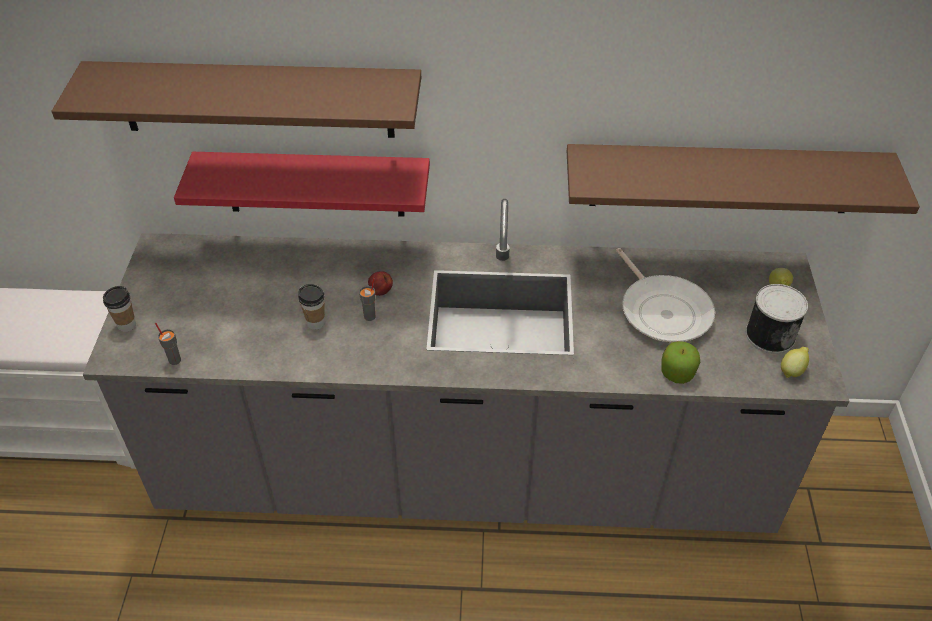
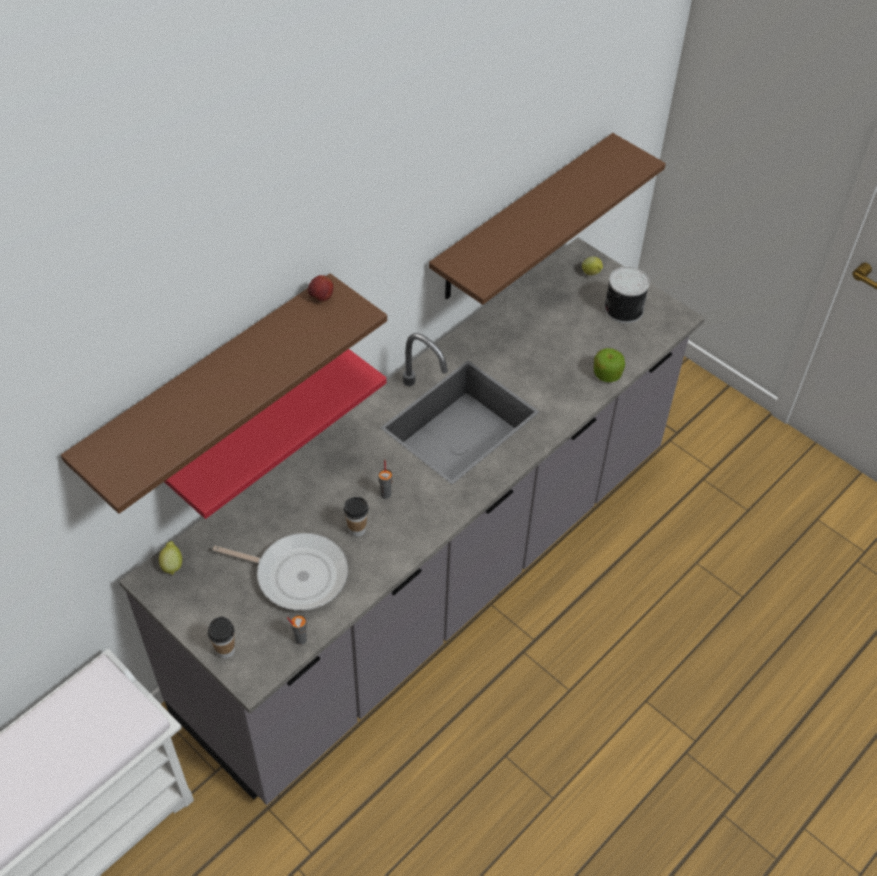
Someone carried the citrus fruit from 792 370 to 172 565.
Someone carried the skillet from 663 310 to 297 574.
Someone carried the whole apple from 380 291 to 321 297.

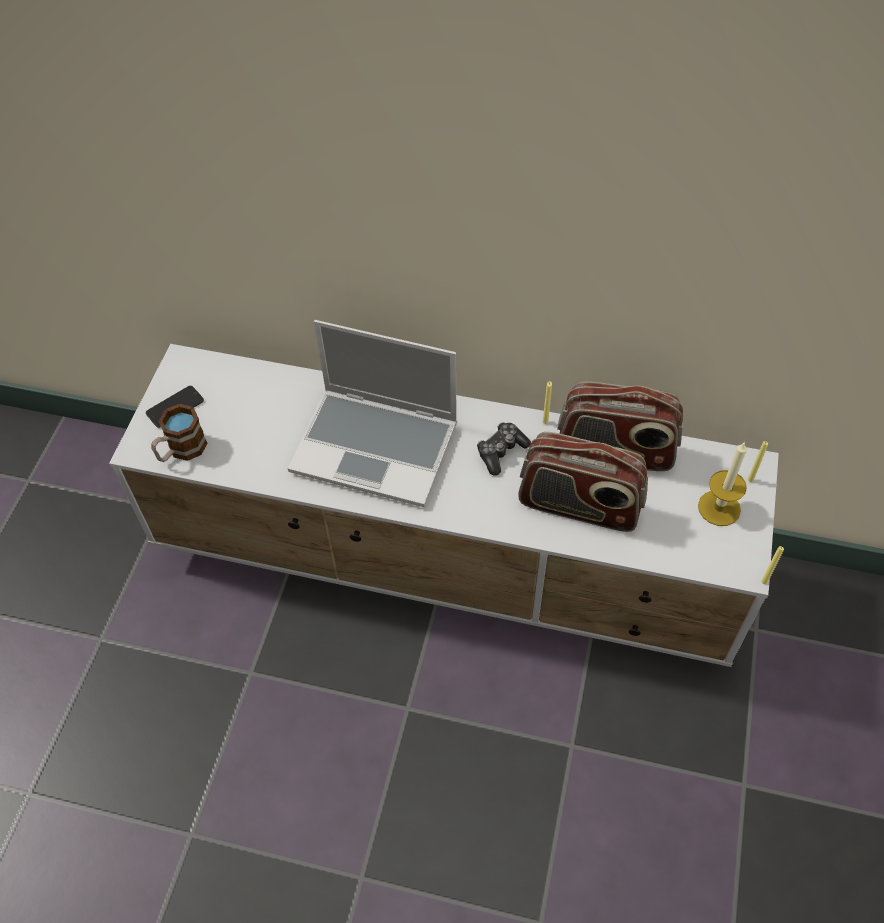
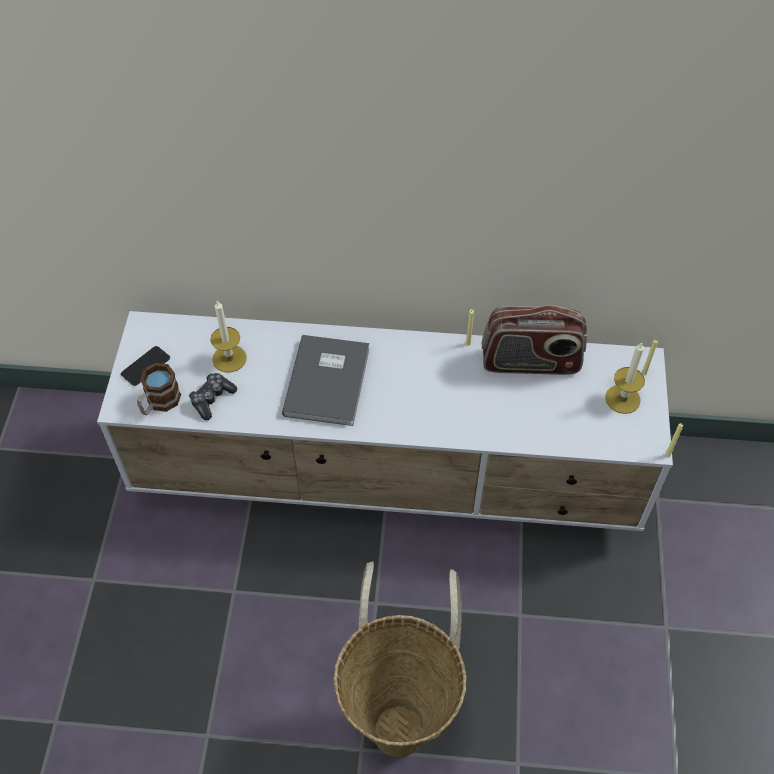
Someone carried the joypad from 501 452 to 212 399.
Someone put down the wax light at 229 358.
Someone swapped the notebook computer at 377 447 for the greyish bound book at 330 381.
Someone put down the basket at 400 716.
Someone took away the radio at 579 505.

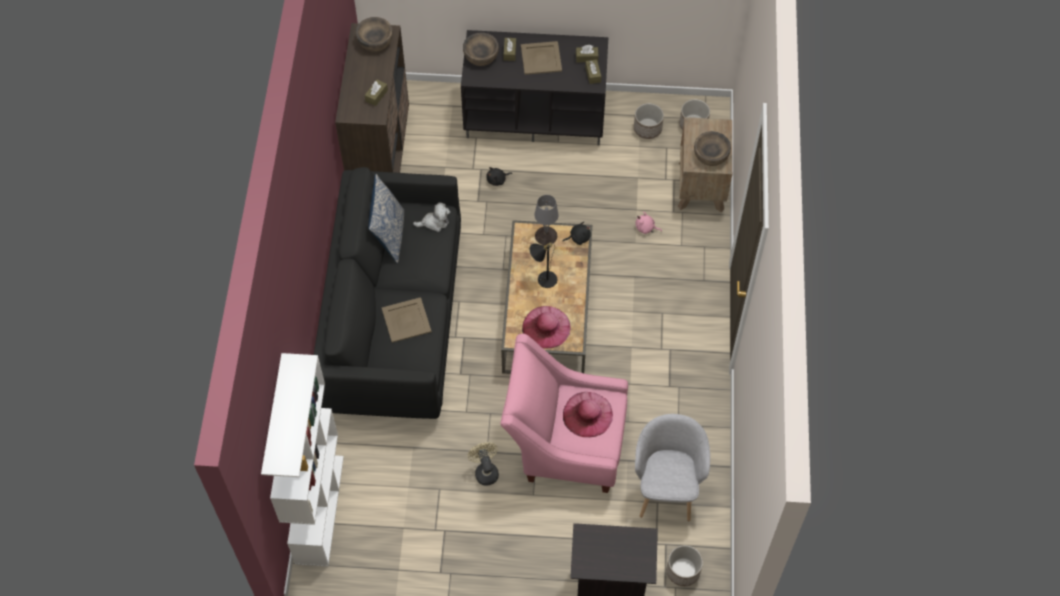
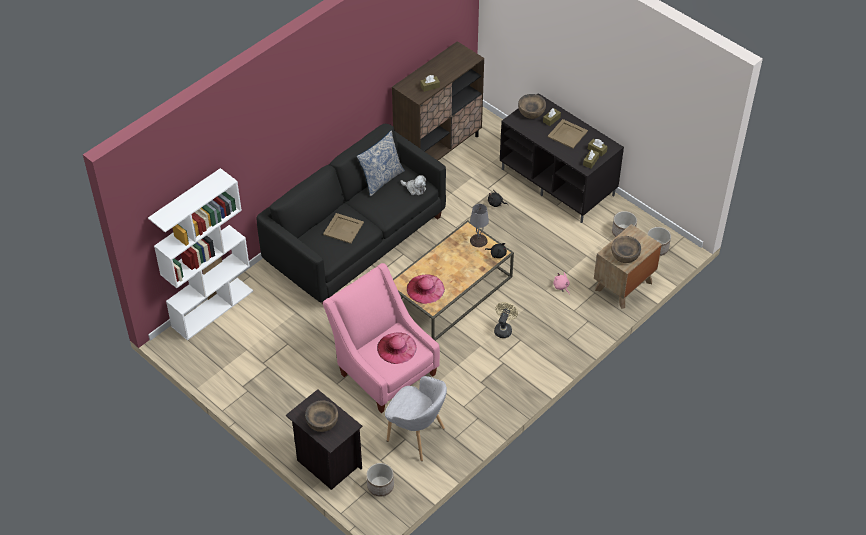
Someone carried the brown-coloured serving bowl from 375 41 to 322 421.
Someone rotated the greyish easy chair at 666 491 by 75 degrees clockwise.
Someone carried the beige-coloured fan from 485 471 to 503 329.
Someone took away the black table lamp at 543 278.

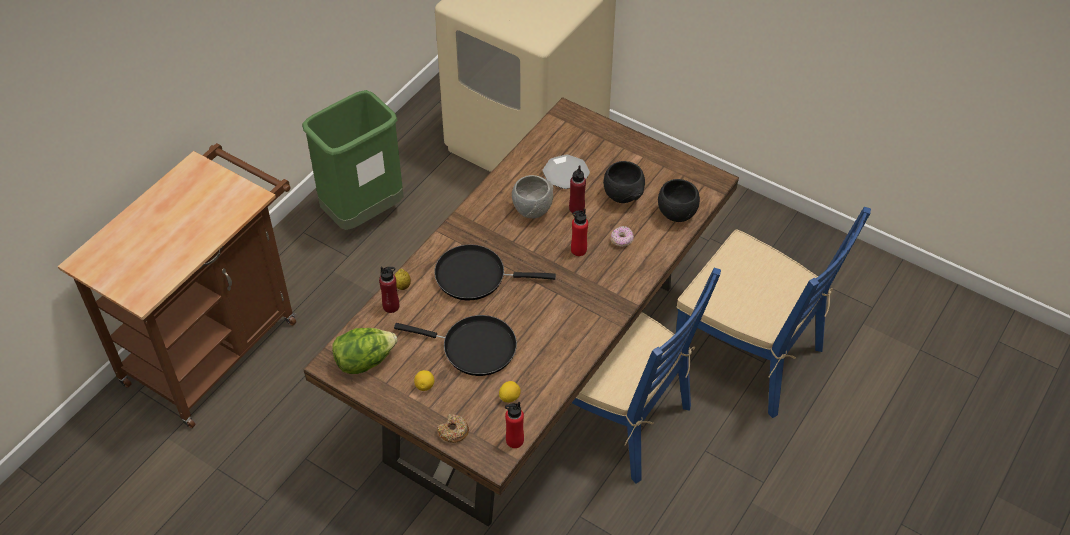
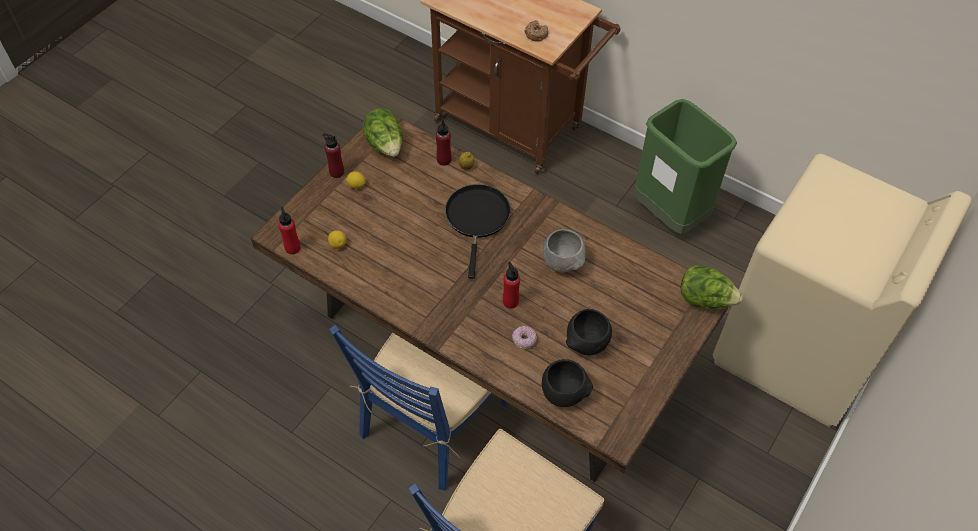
Someone carried the reddish bottle from 576 208 to 336 172.
Someone carried the doughnut from 453 432 to 536 34.
Someone put down the lettuce at 705 300.
Someone took away the black skillet at 474 348.
Someone took away the plate at 566 173.

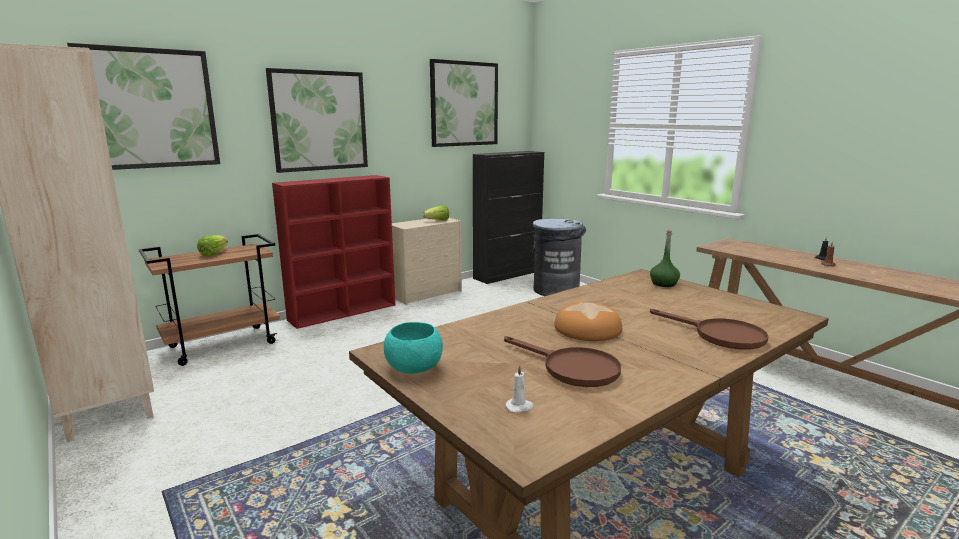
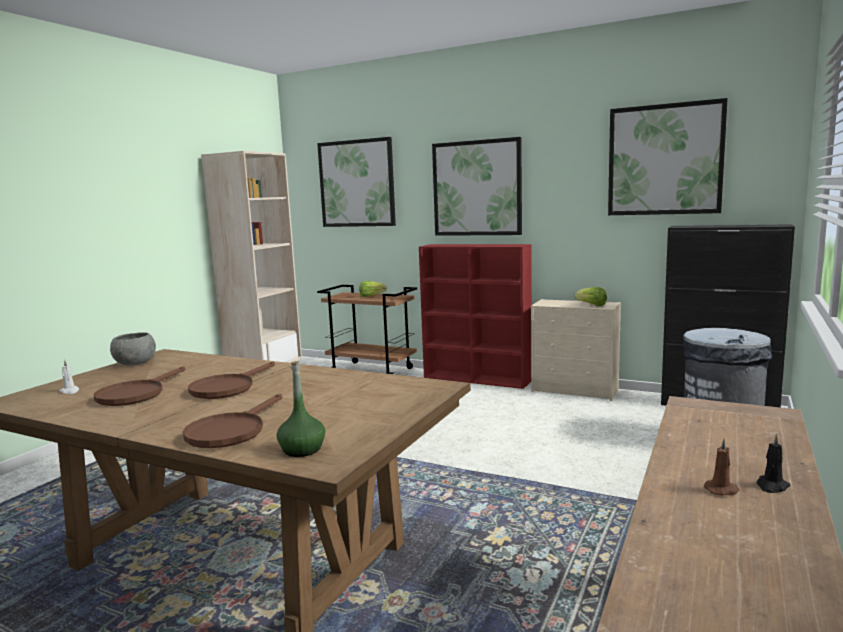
Someone repainted the turquoise-coloured serving bowl at 414 367, which became the greyish serving bowl at 136 363.
Someone swapped the bread at 587 329 for the brown-coloured skillet at 228 387.
Someone carried the greenish bottle from 664 284 to 302 450.

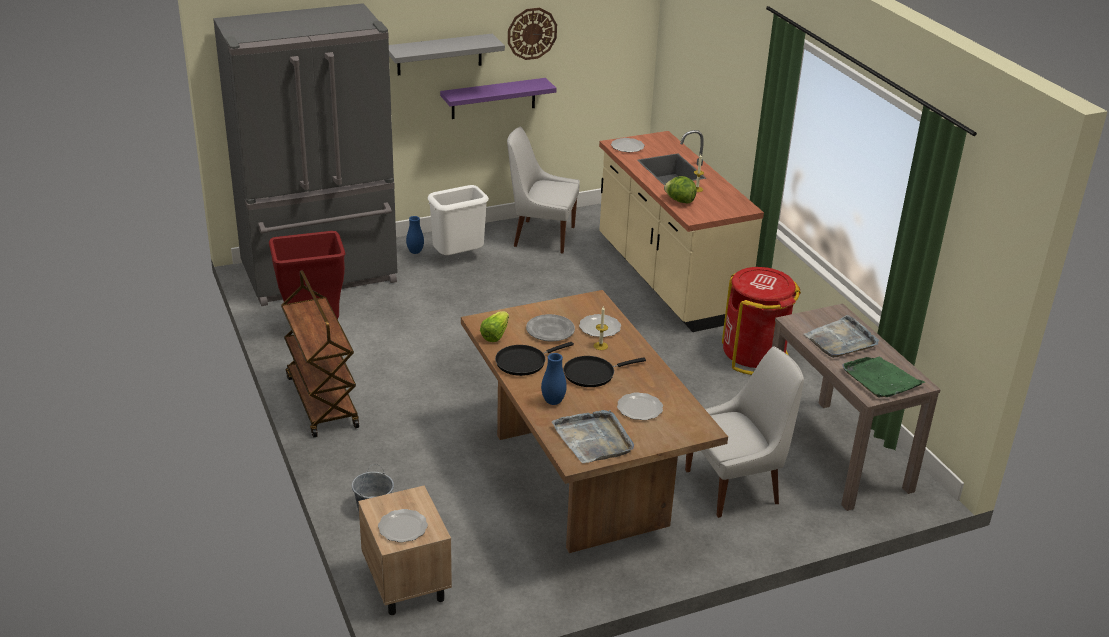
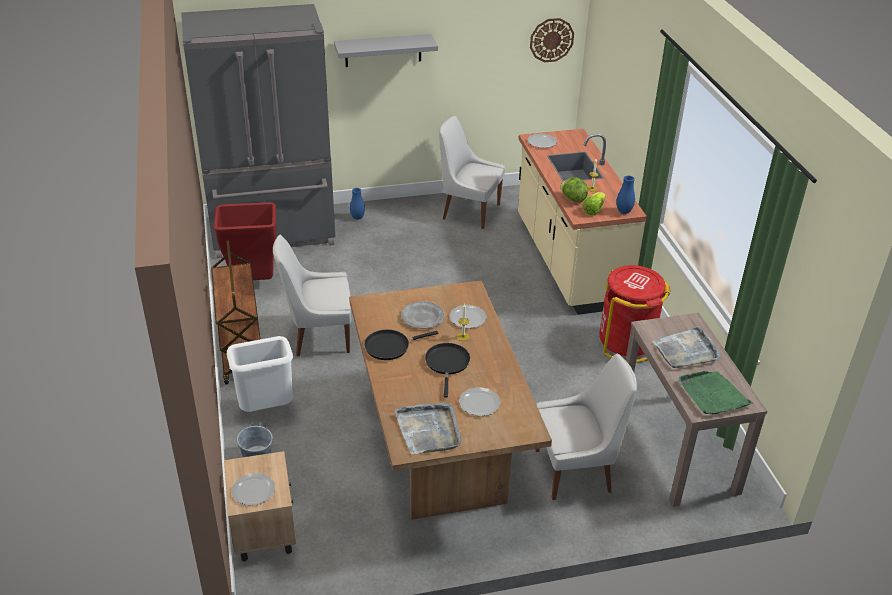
Someone carried the whitish rubbish bin from 458 259 to 266 410.
Someone put down the whitish chair at 318 336.
Someone rotated the black skillet at 592 374 by 105 degrees clockwise.
Someone carried the hanging clock from 532 33 to 551 40.
Someone carried the lettuce from 495 335 to 593 210.
Someone carried the blue decorative vase from 553 402 to 624 212.
Someone took away the purplish wall shelf at 493 98.

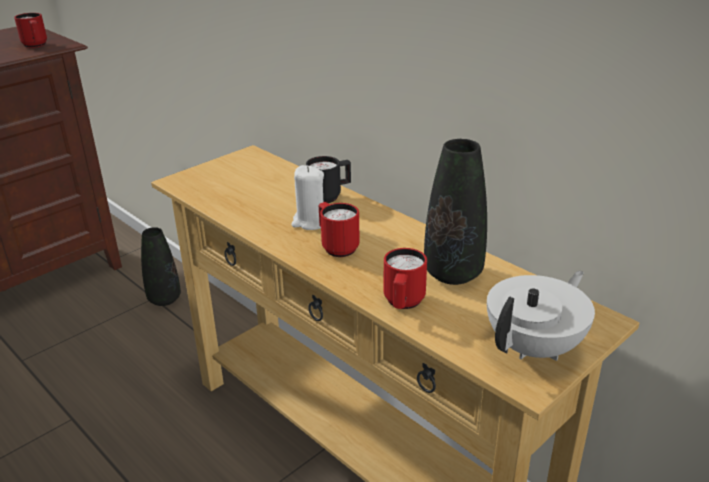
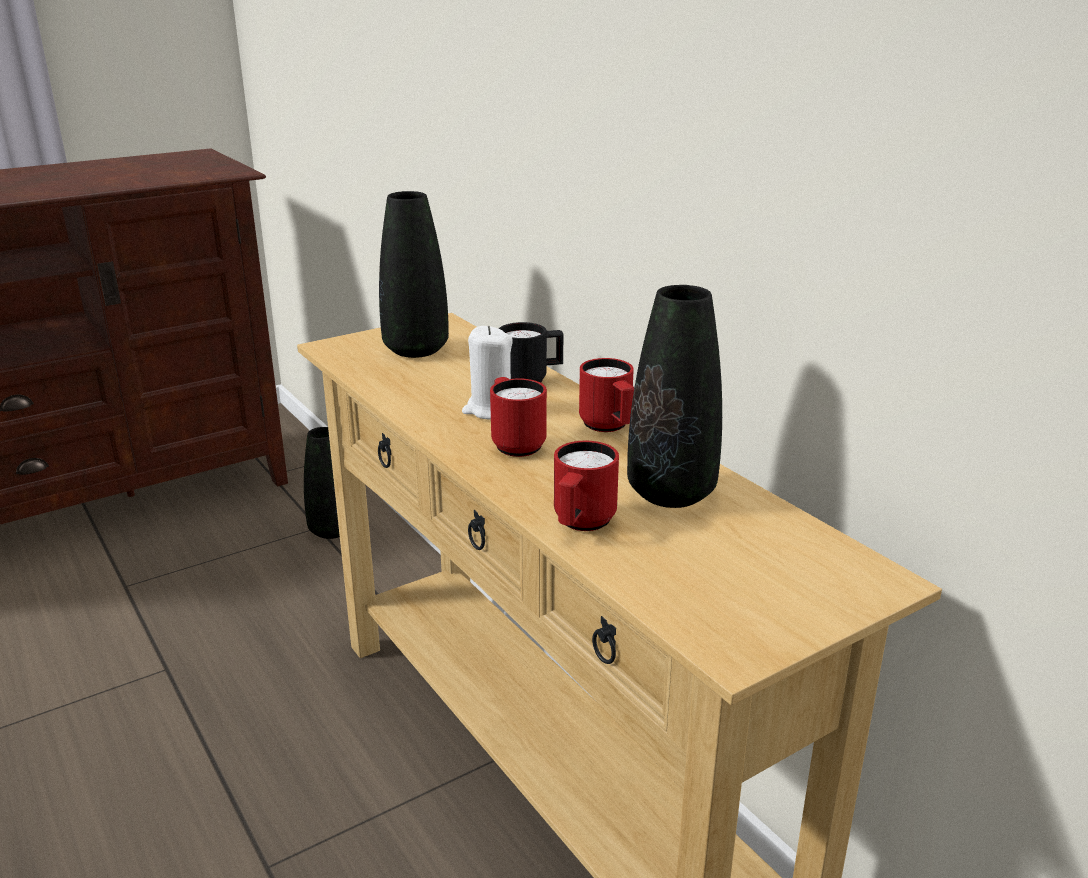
Someone put down the black decorative vase at 416 349.
Someone carried the reddish coffee mug from 36 46 to 609 427.
Someone took away the whitish tea pot at 535 347.

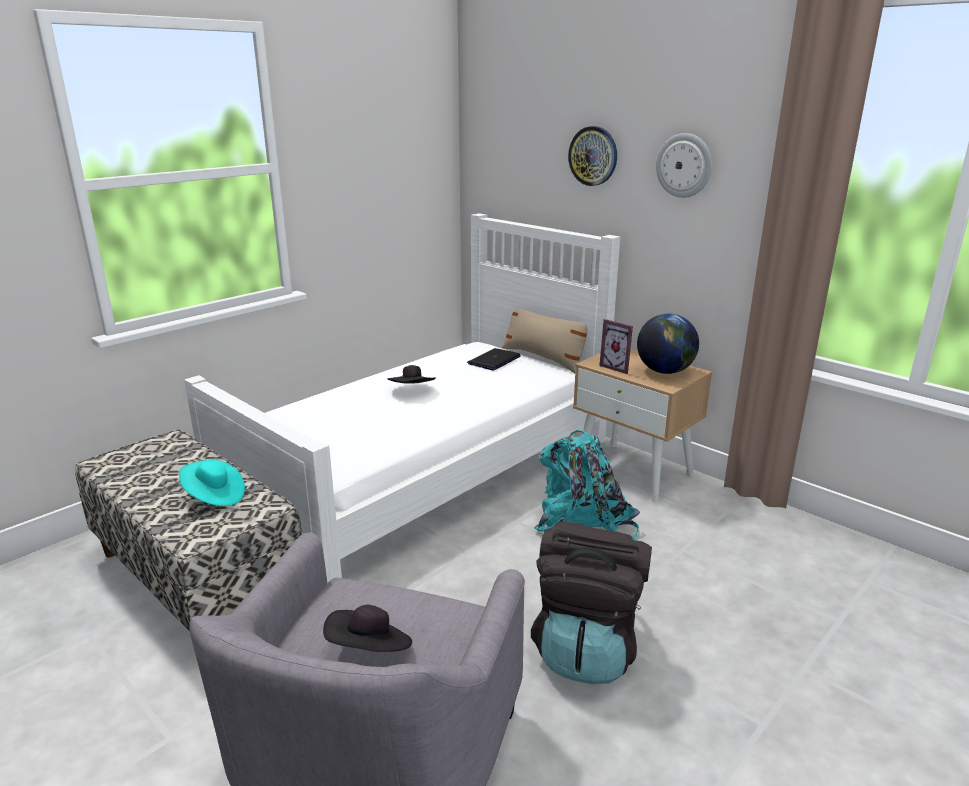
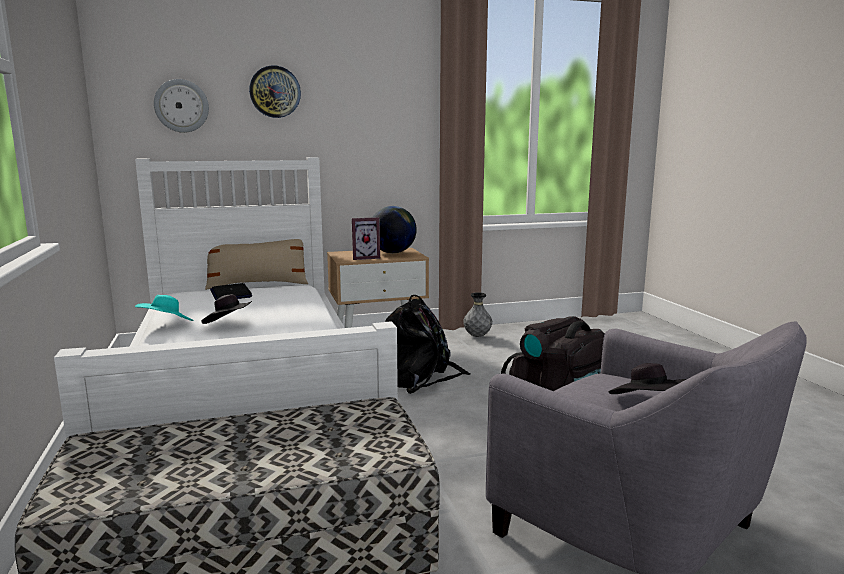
Someone carried the turquoise-coloured hat from 214 496 to 166 325.
Someone carried the hanging clock from 684 165 to 181 106.
Someone repainted the turquoise-coloured backpack at 584 522, which became the black backpack at 418 377.
Someone put down the greyish decorative vase at 477 336.

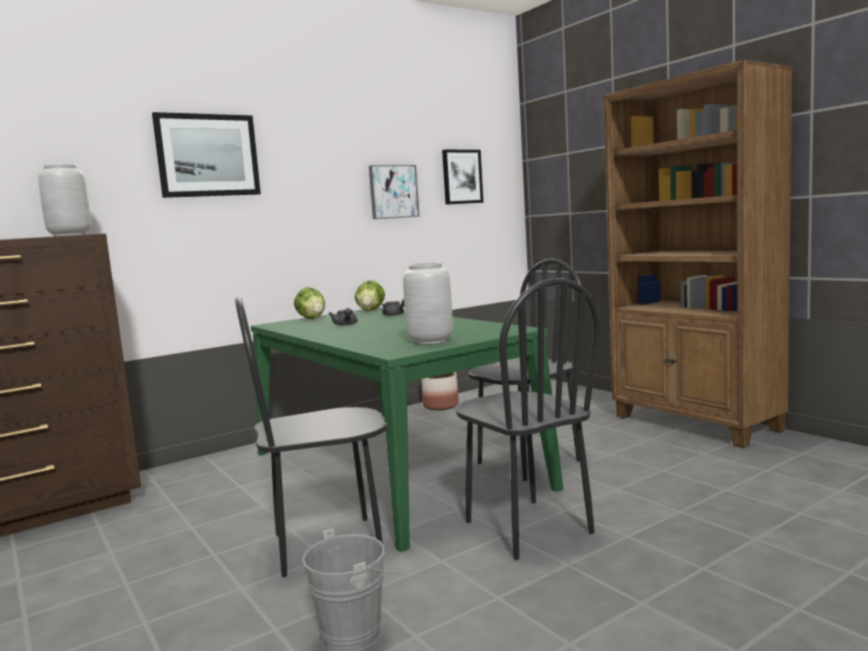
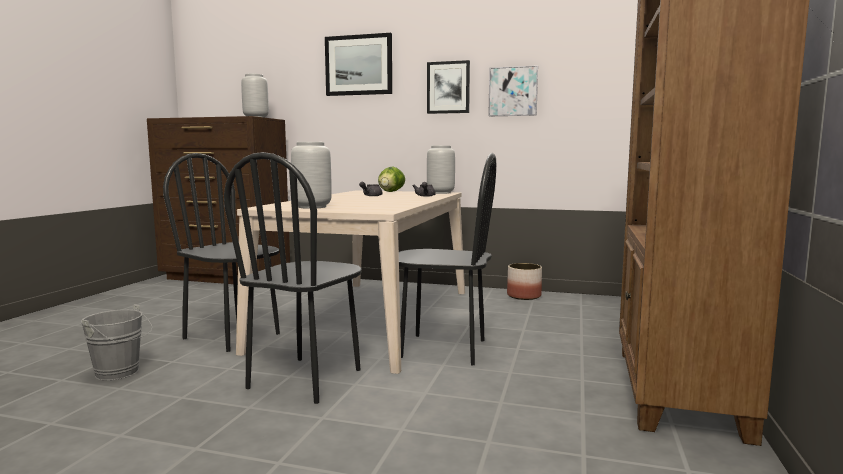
Someone repainted the greenish kitchen table at 393 469, which became the beige-coloured kitchen table at 371 318.
Someone carried the wall art from 462 177 to 448 87.
Someone swapped the lettuce at 371 310 for the greyish decorative vase at 441 193.

